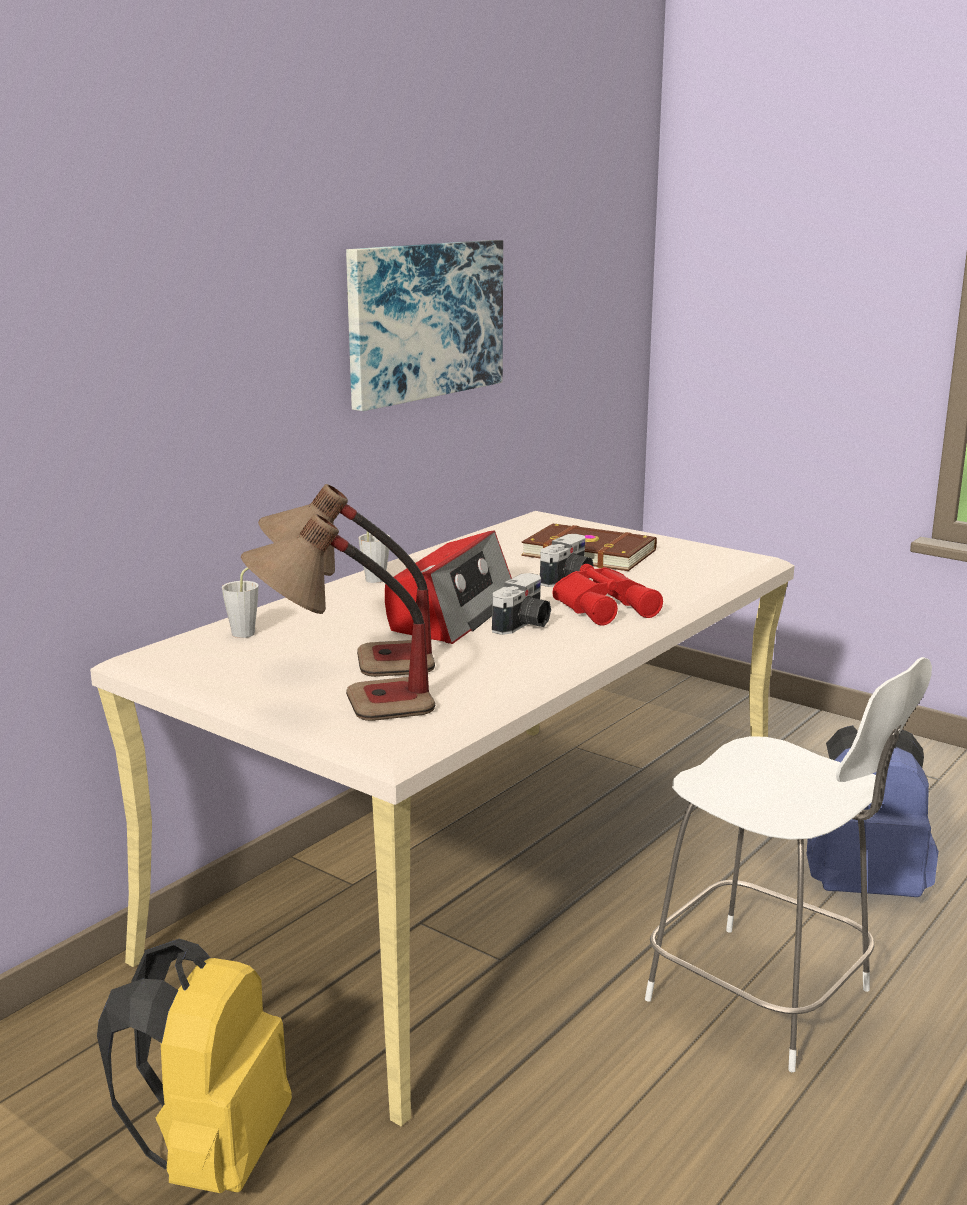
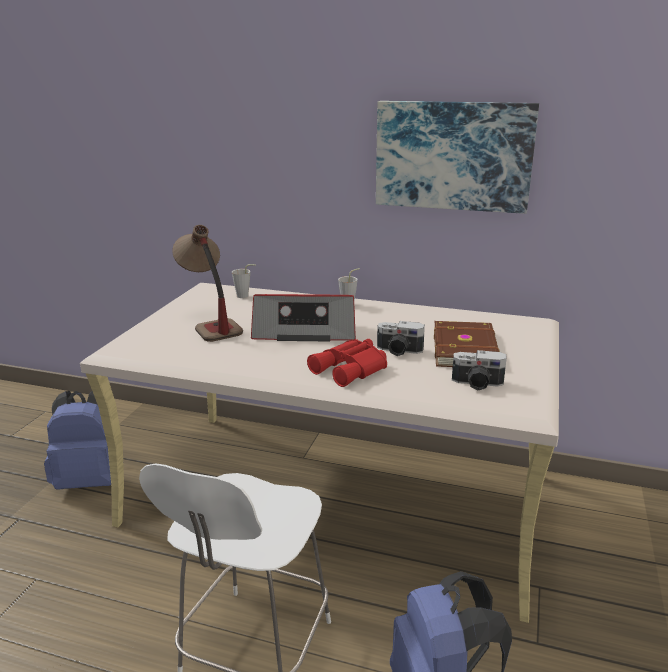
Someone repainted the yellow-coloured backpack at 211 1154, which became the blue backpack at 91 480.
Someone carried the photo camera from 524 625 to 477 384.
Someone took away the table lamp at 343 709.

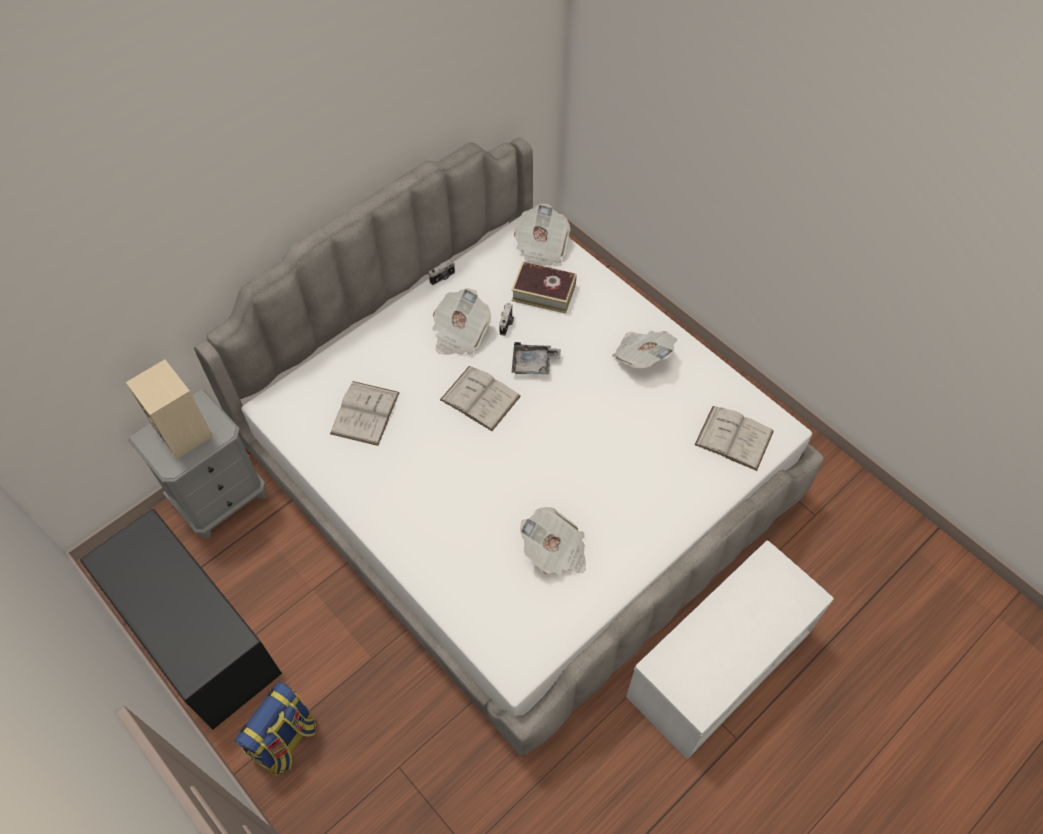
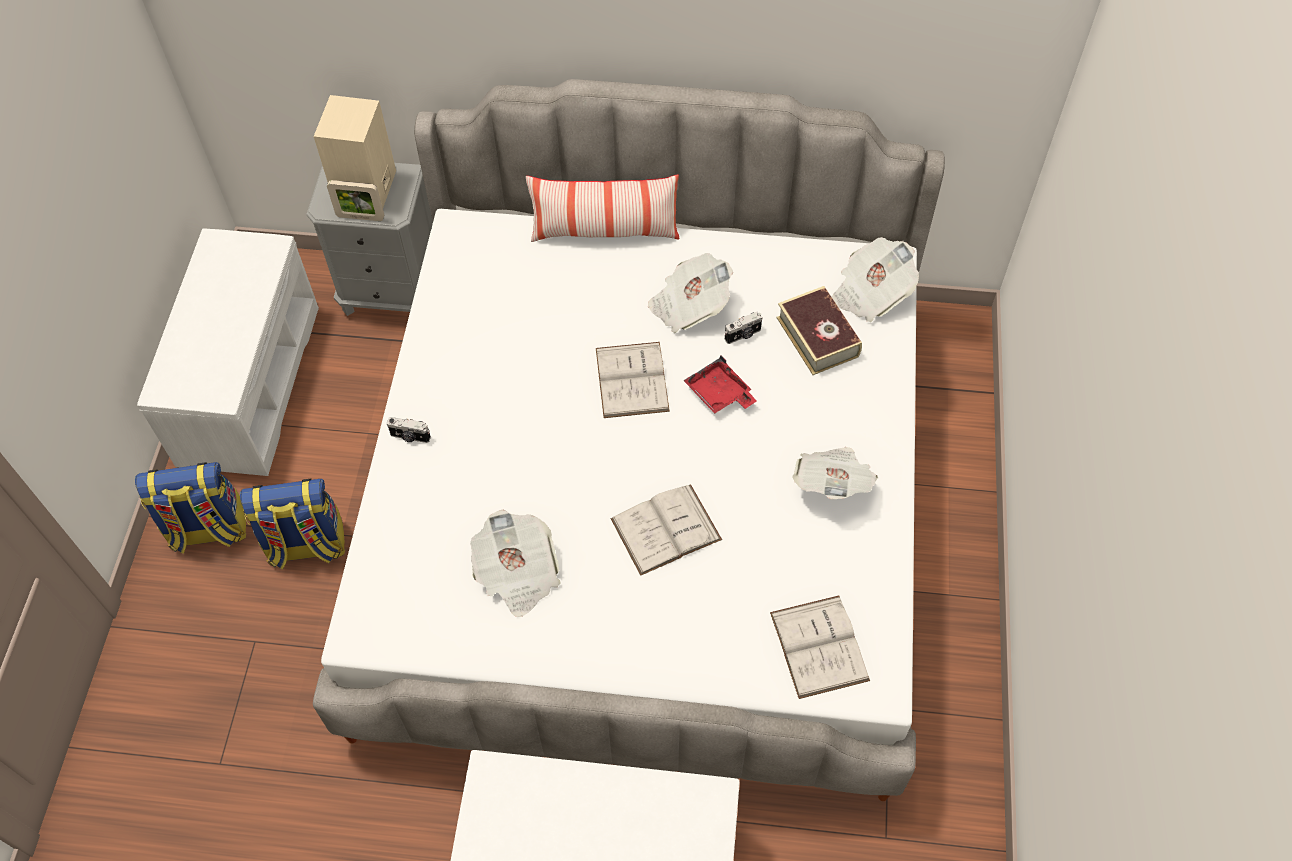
Someone repainted the black bench at 195 636, which became the whitish bench at 248 382.
Someone put down the backpack at 306 546.
Someone put down the photo frame at 360 217.
Someone carried the photo camera from 443 278 to 410 437.
Someone put down the cushion at 605 231.
Someone carried the whitish bound book from 365 413 to 666 529.
Someone repainted the greyish serving tray at 533 364, which became the reddish serving tray at 719 393.

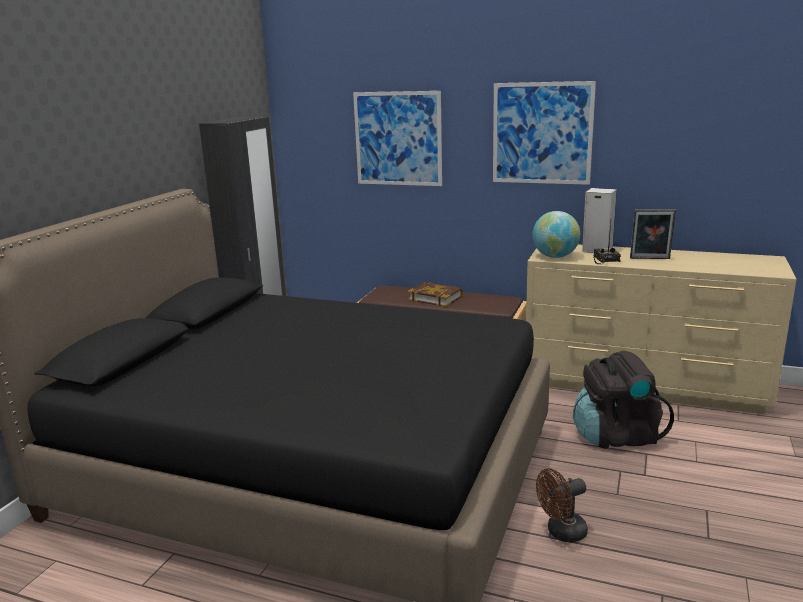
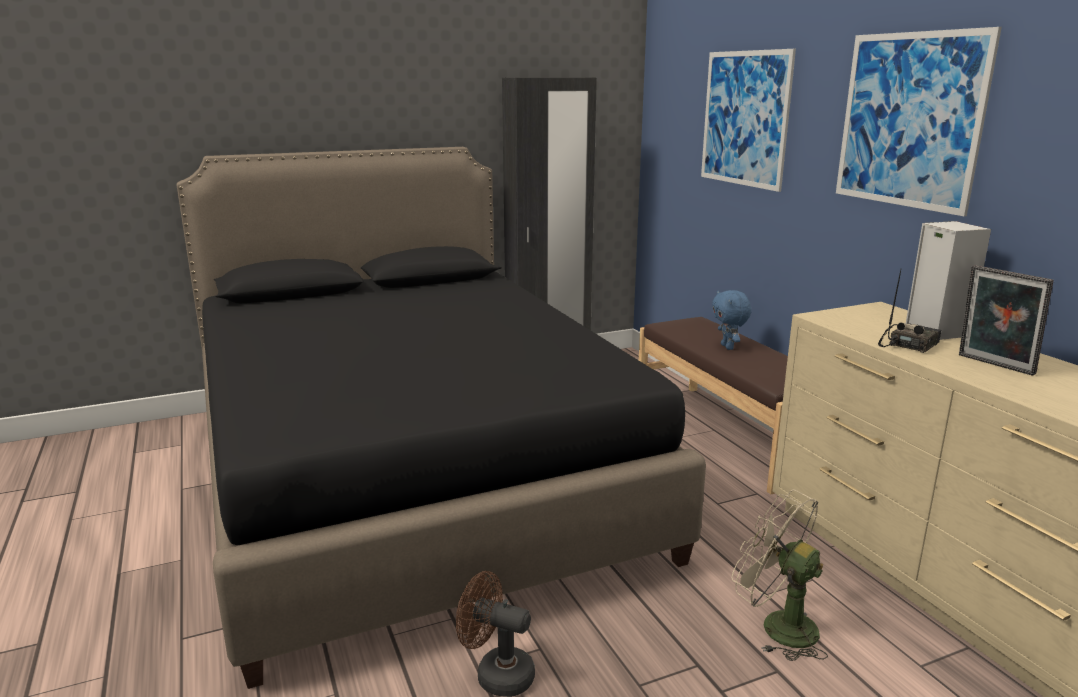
Someone swapped the bound book at 435 298 for the blue plush toy at 728 347.
Someone swapped the black backpack at 616 436 for the beige-coloured fan at 777 626.
Someone took away the globe at 555 257.

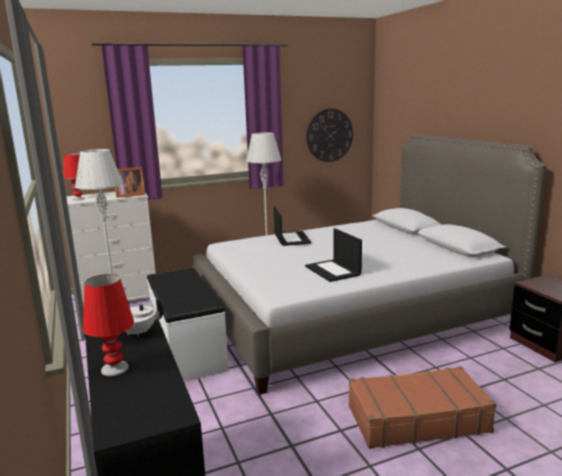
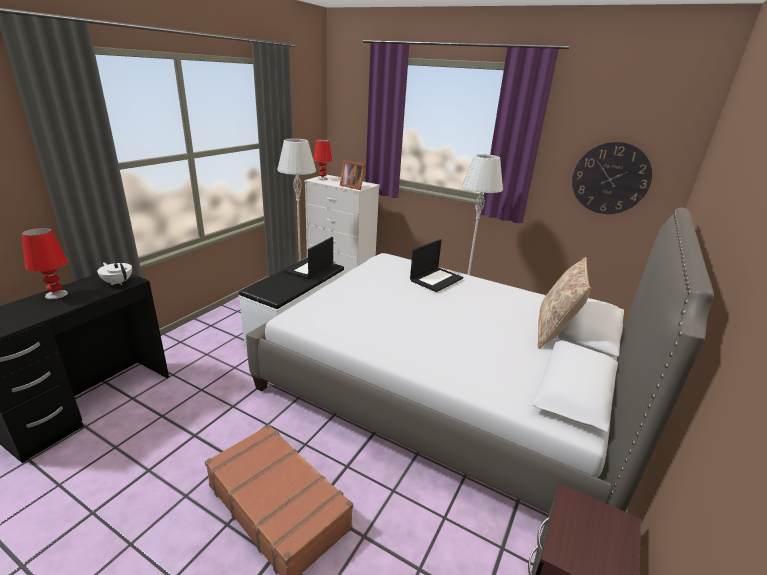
Someone carried the notebook computer from 333 271 to 309 268.
Someone put down the beige-coloured cushion at 554 332.

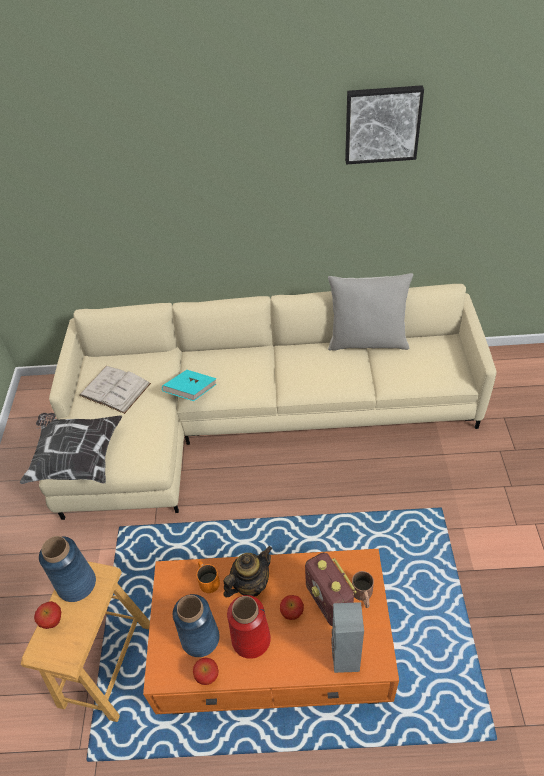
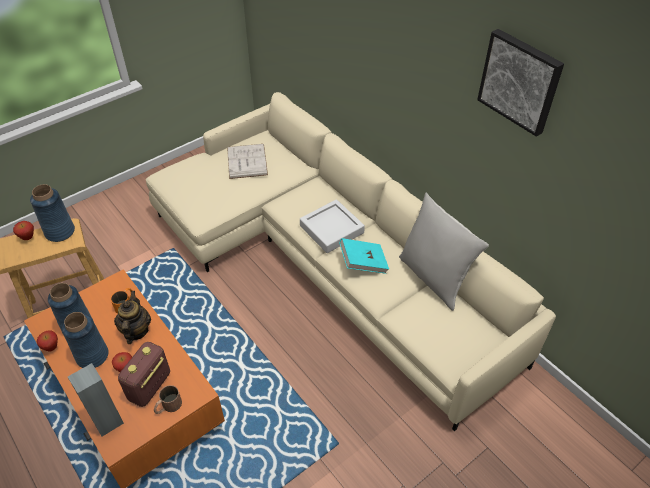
Someone repainted the reddish decorative vase at 250 639, which became the blue decorative vase at 92 356.
Someone rotated the tea pot at 250 584 by 105 degrees counterclockwise.
Someone put down the greyish serving tray at 331 229.
Someone carried the turquoise-coloured bound book from 191 393 to 363 263.
Someone took away the cushion at 76 459.

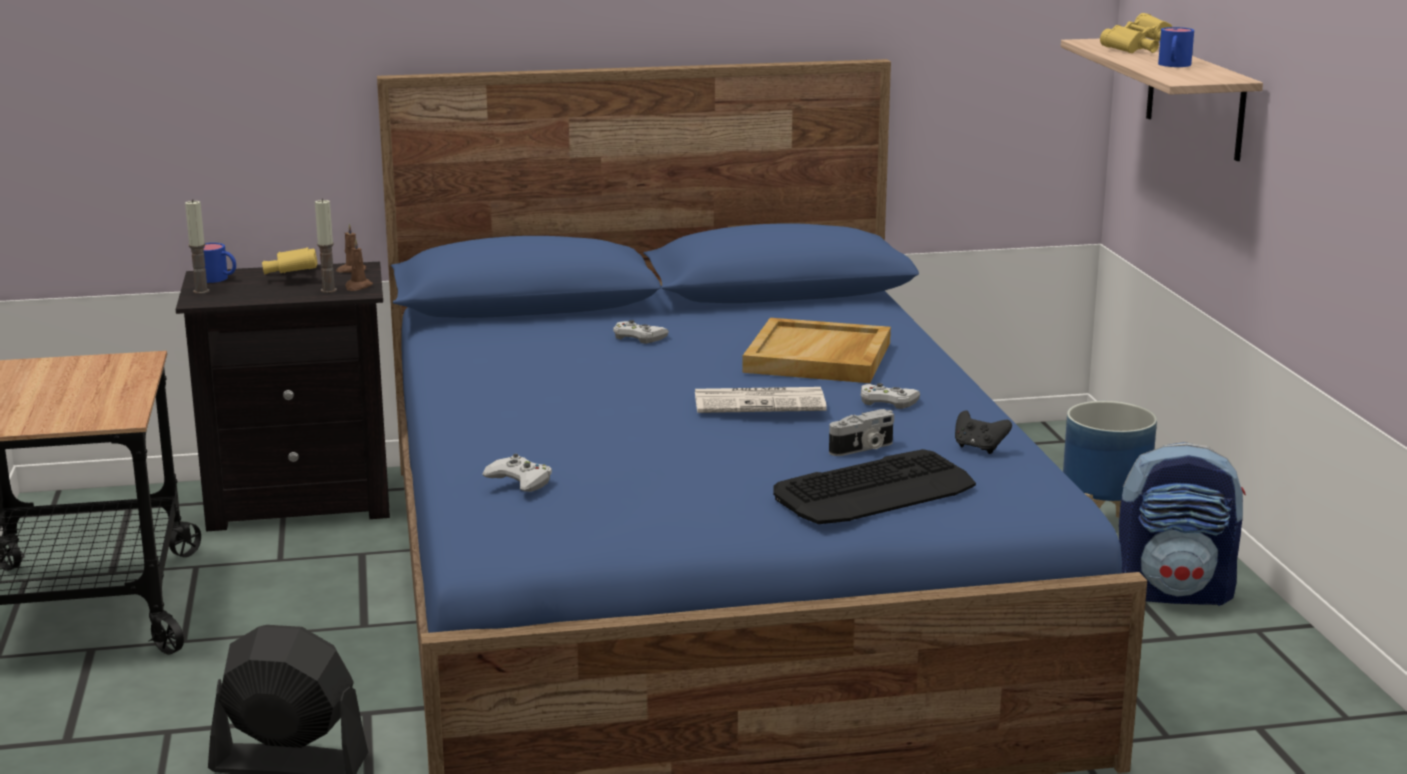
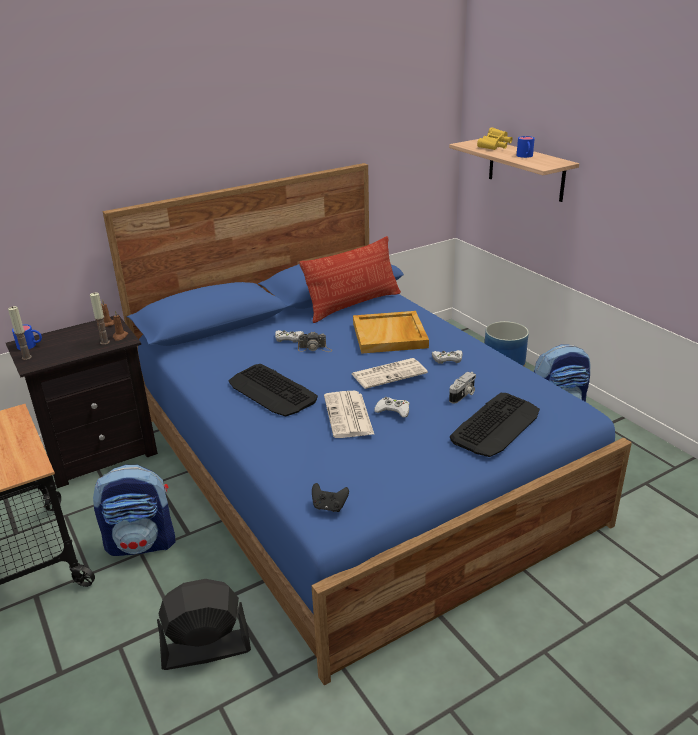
Someone put down the backpack at 142 543.
Someone put down the PC keyboard at 272 391.
Someone put down the photo camera at 315 348.
Someone put down the cushion at 353 305.
Someone carried the black joypad from 979 448 to 329 507.
Someone put down the newspaper at 349 415.
Someone carried the whitish joypad from 520 481 to 393 410.
Someone took away the yellow-coloured binoculars at 292 276.

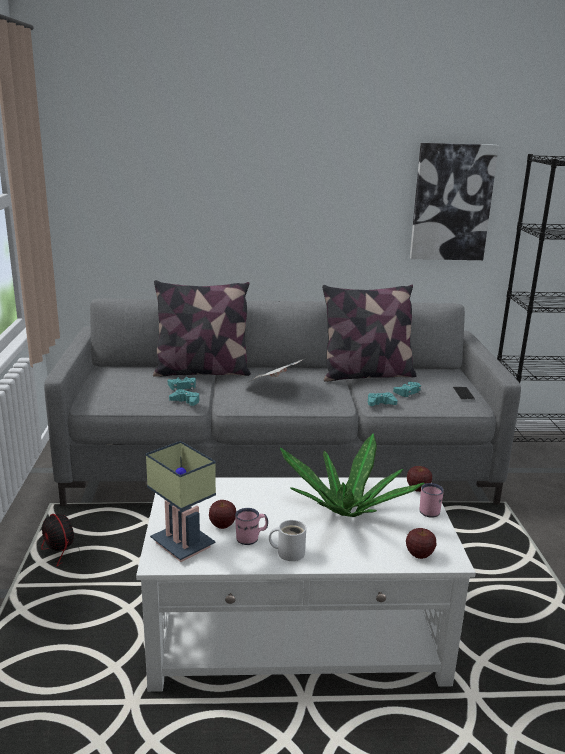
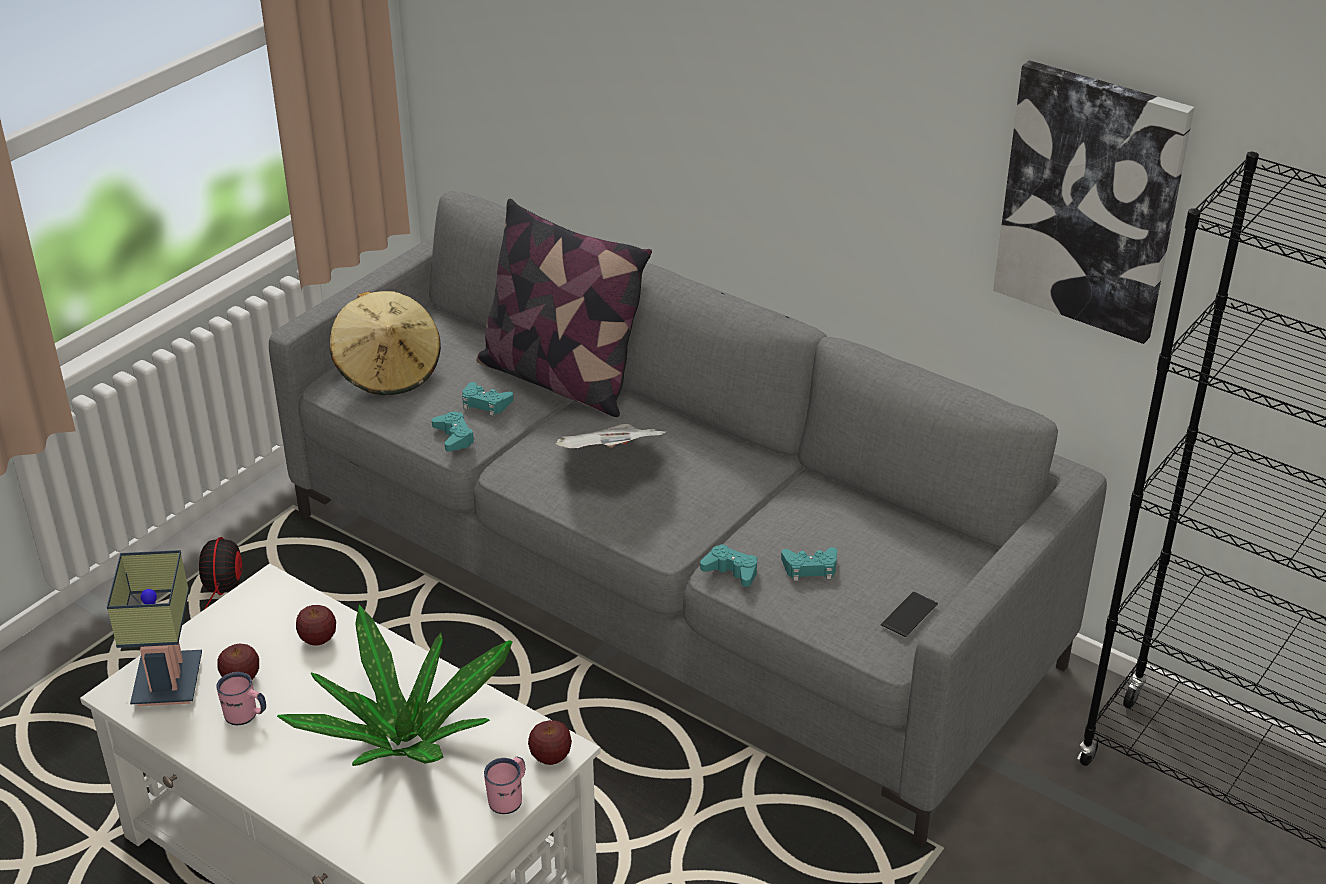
Someone carried the whole apple from 419 554 to 318 639.
Someone put down the beige-coloured hat at 388 371.
Someone took away the whitish coffee mug at 288 552.
Someone took away the cushion at 366 375.

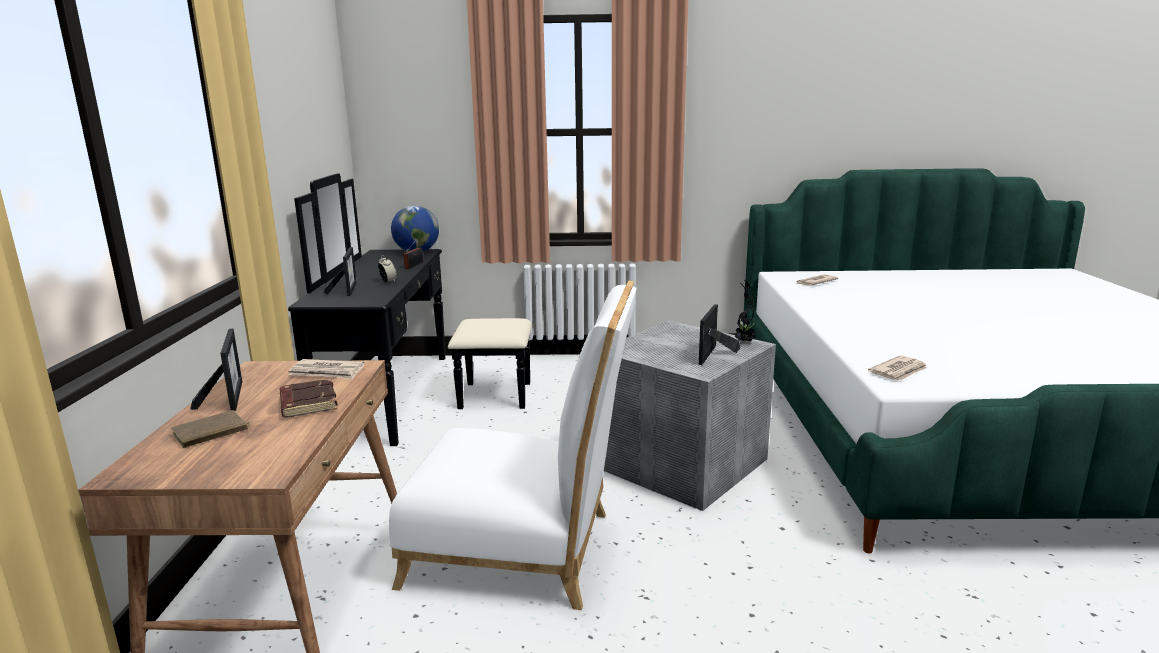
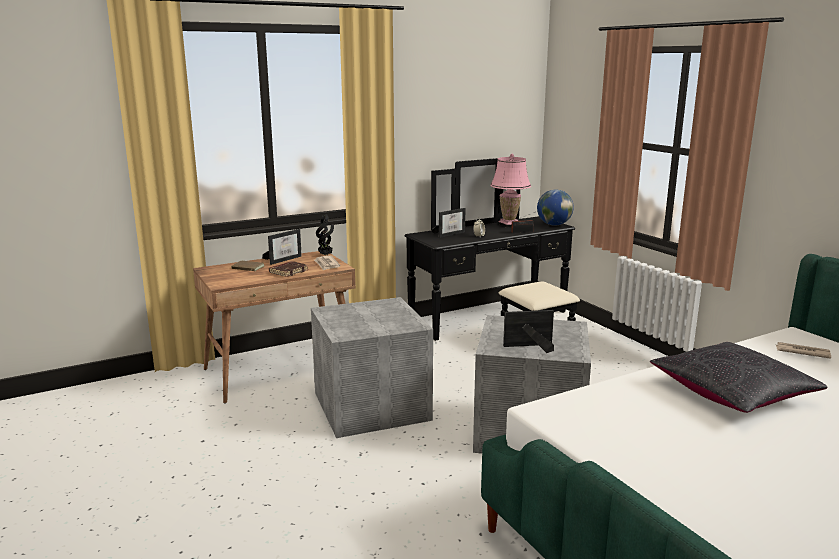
Someone swapped the whitish chair at 522 550 for the greyish storage box at 370 407.
Someone carried the potted plant from 744 342 to 326 255.
Someone put down the pink table lamp at 509 225.
Someone put down the black cushion at 731 393.
Someone took away the newspaper at 899 371.

